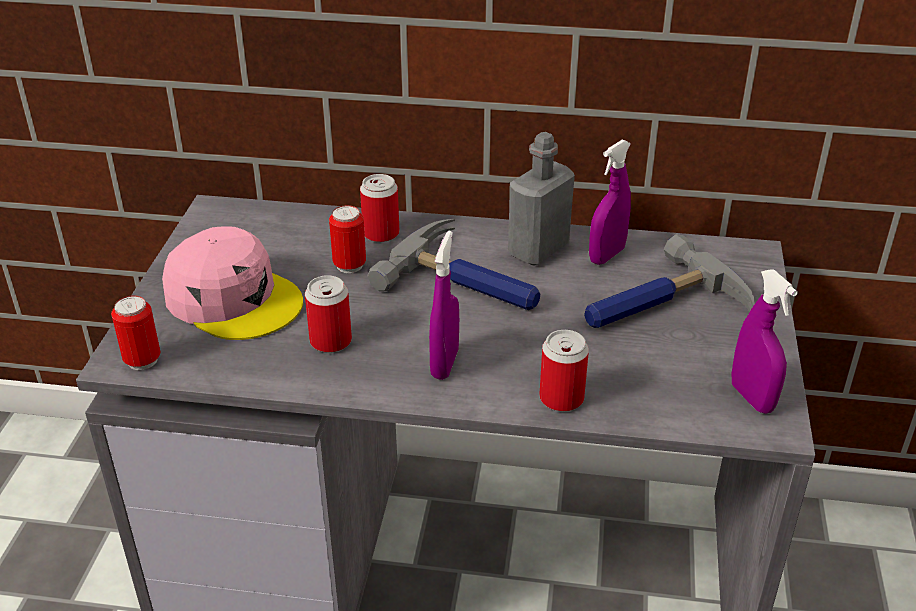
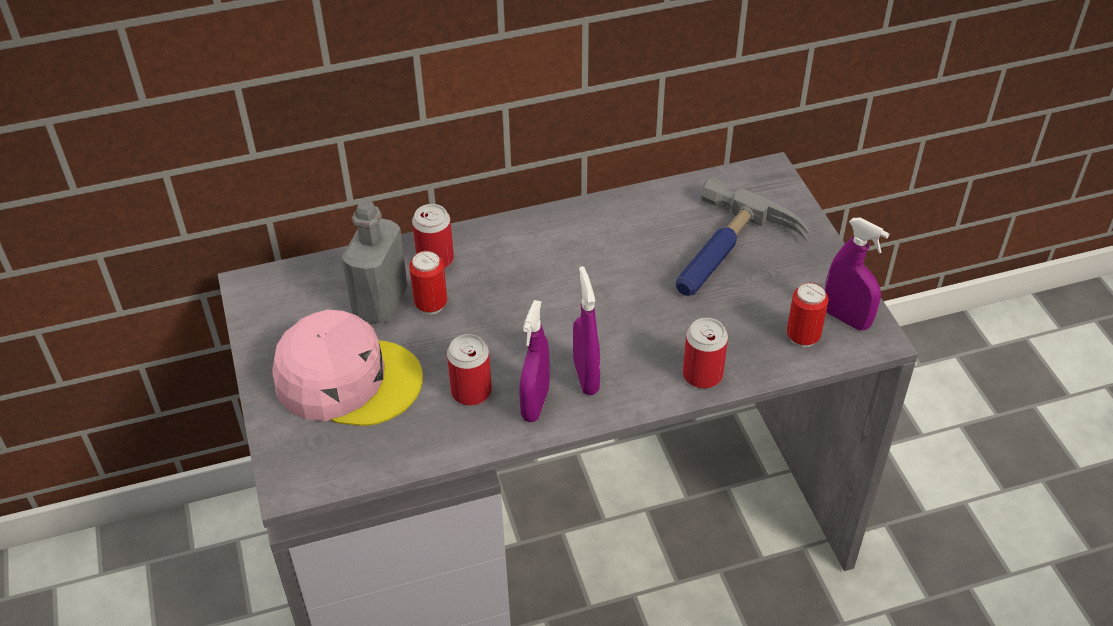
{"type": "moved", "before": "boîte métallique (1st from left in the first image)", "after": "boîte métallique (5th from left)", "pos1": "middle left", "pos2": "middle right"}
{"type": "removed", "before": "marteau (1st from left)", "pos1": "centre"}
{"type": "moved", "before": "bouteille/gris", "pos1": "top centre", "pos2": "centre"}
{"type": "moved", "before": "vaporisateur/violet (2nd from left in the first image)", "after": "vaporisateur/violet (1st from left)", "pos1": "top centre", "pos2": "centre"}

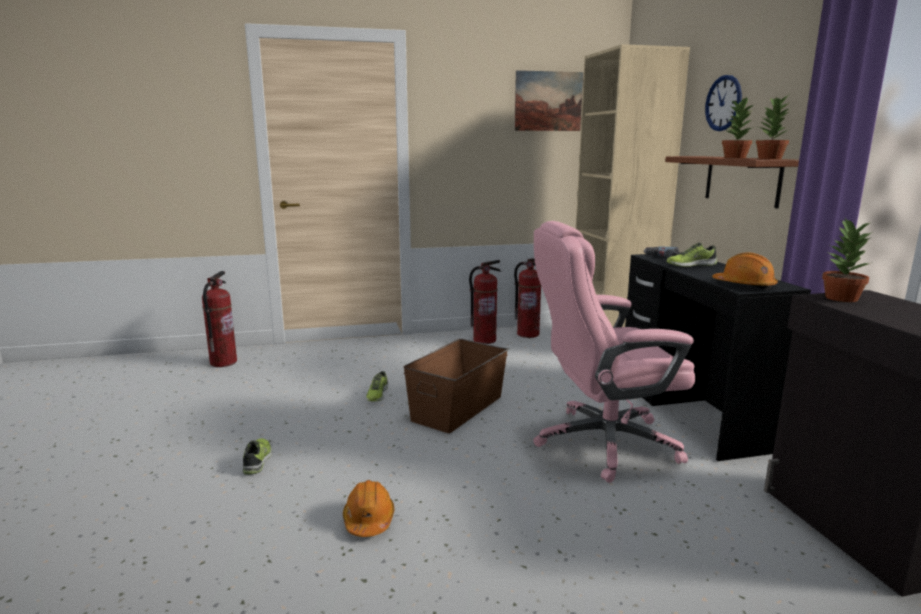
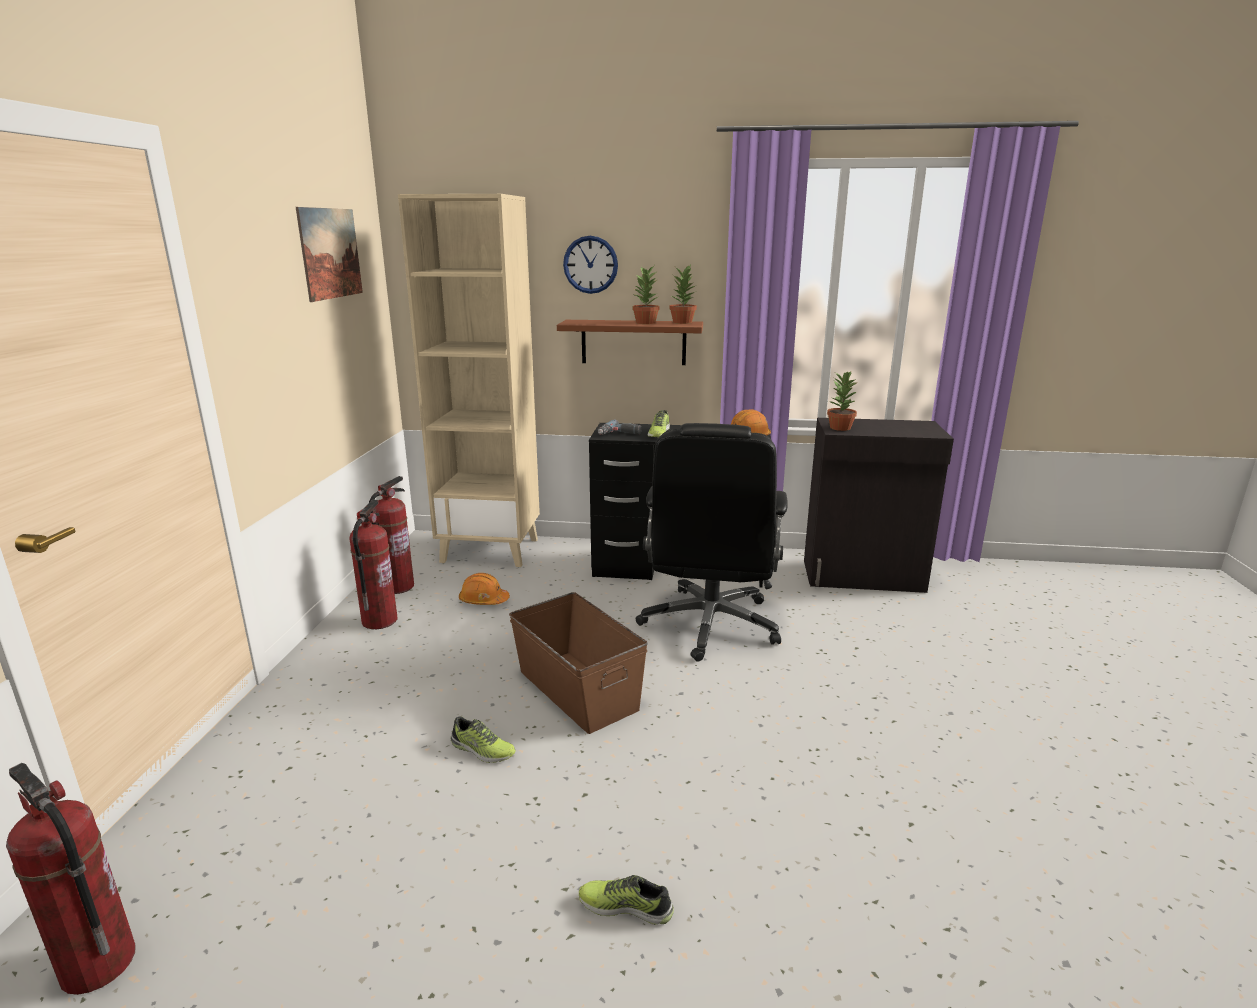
{"type": "moved", "before": "casque de chantier/orange (1st from left)", "pos1": "bottom centre", "pos2": "centre"}
{"type": "recoloured", "before": "chaise de bureau/rose", "after": "chaise de bureau/noir", "pos1": "middle right", "pos2": "centre"}

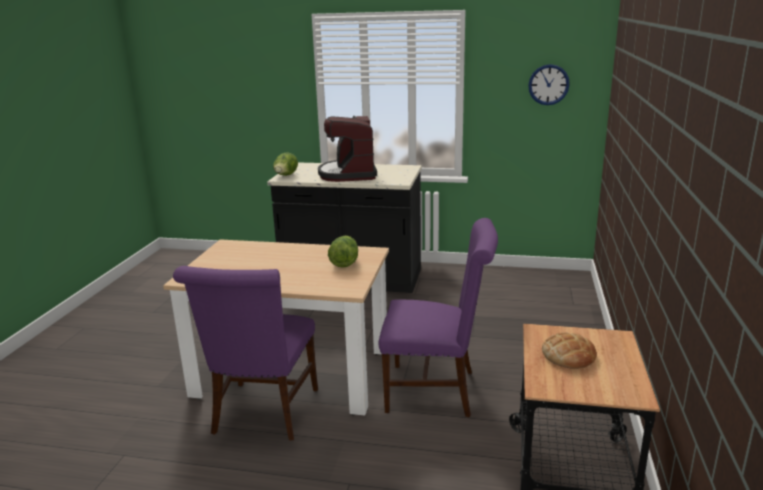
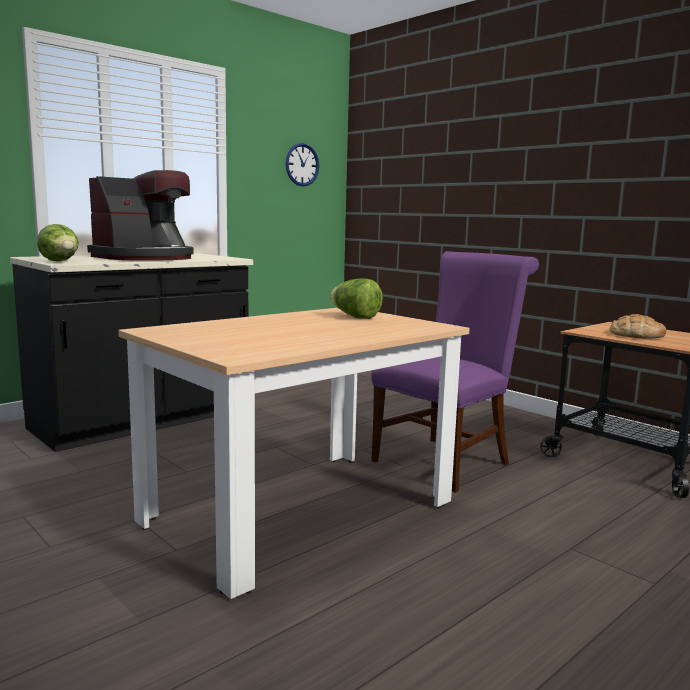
{"type": "removed", "before": "chaise/violet (1st from left)", "pos1": "bottom left"}
{"type": "turned", "before": "machine à café", "pos1": "top centre", "pos2": "top left", "turn": -75}

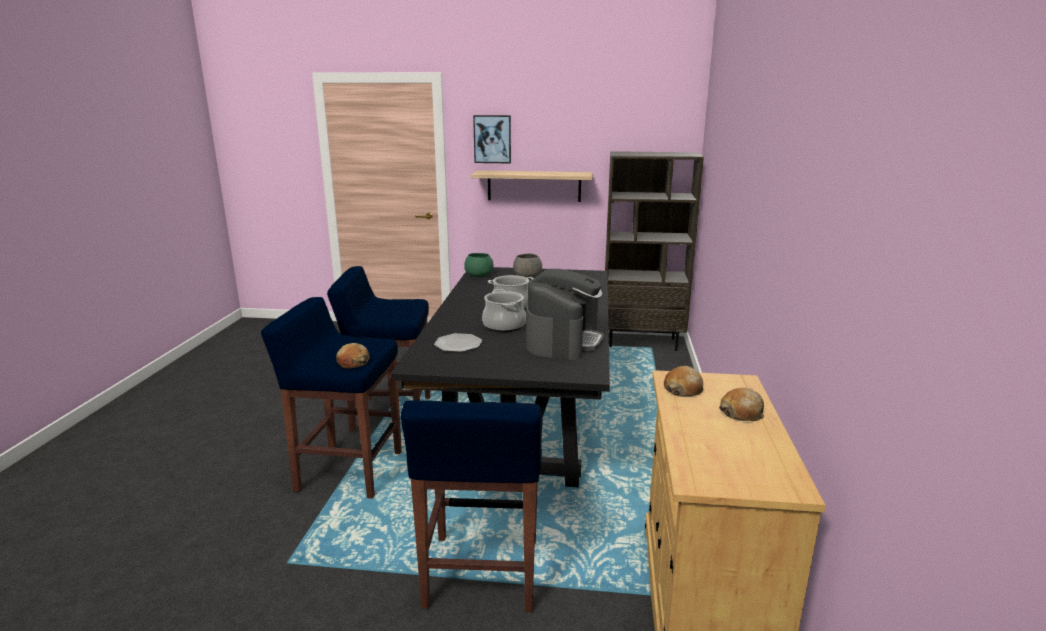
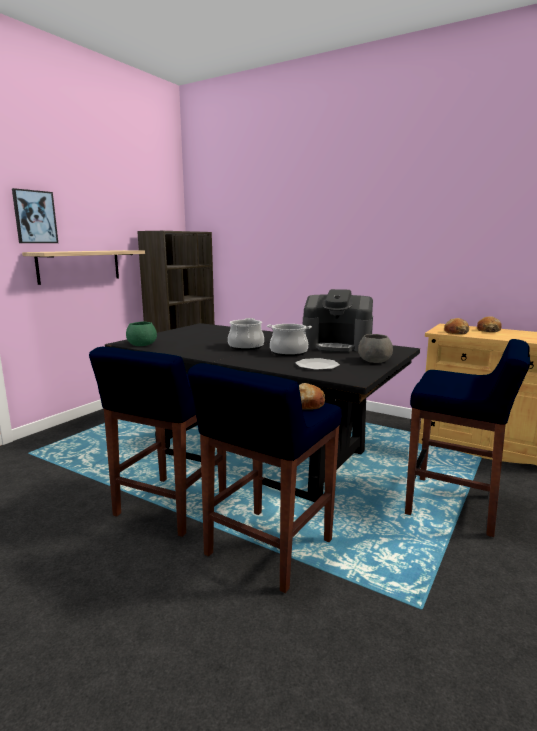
{"type": "moved", "before": "bol/gris", "pos1": "centre", "pos2": "middle right"}
{"type": "turned", "before": "machine à café", "pos1": "centre", "pos2": "centre", "turn": 150}

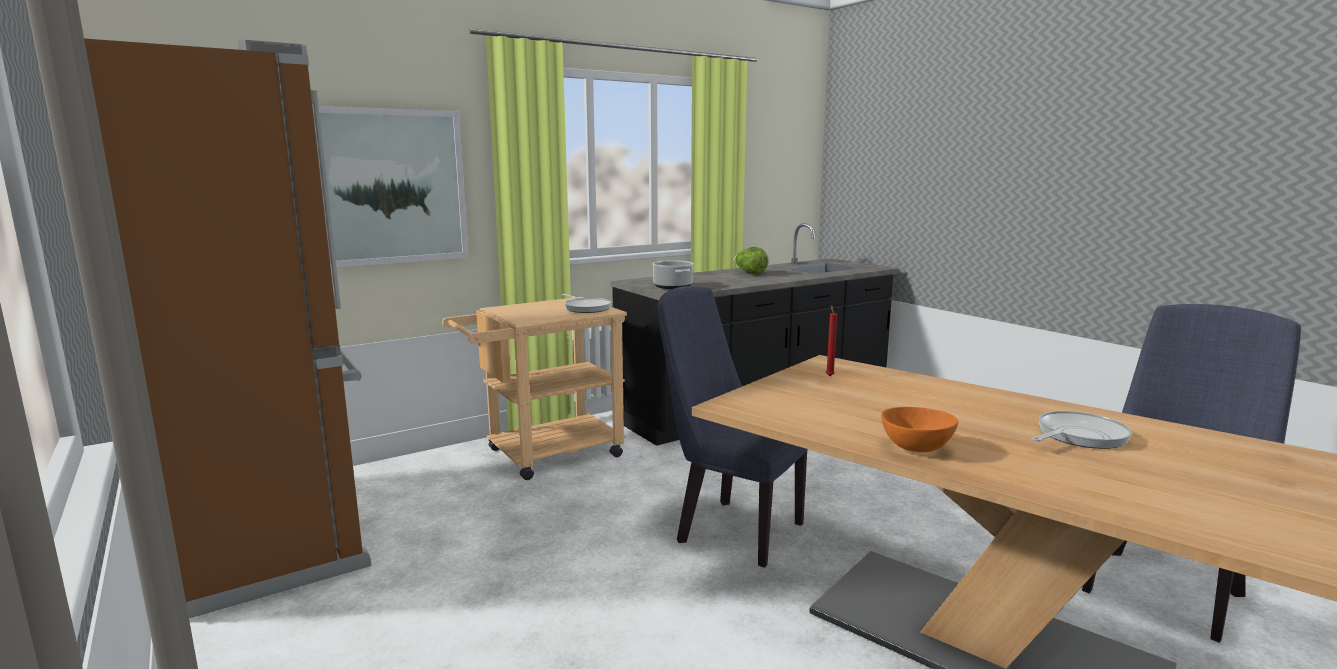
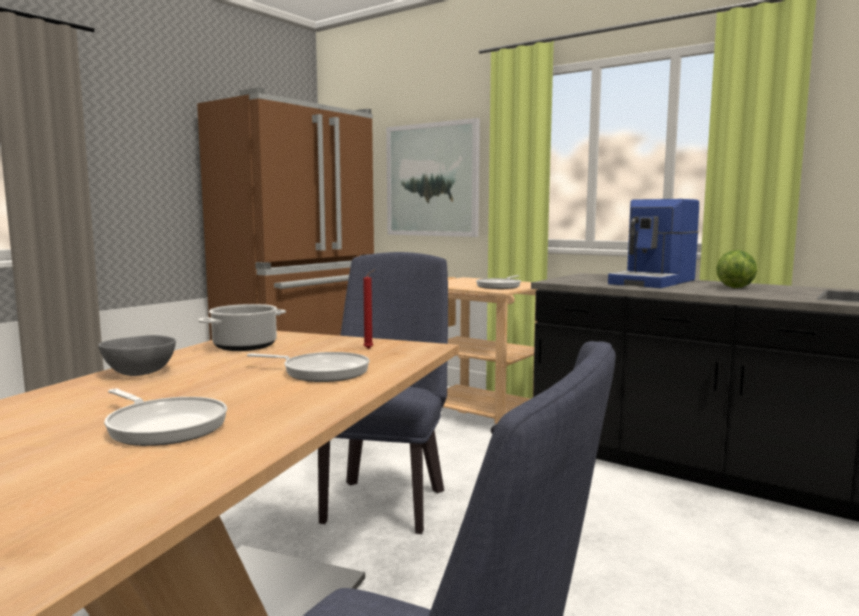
{"type": "moved", "before": "marmite", "pos1": "centre", "pos2": "middle left"}
{"type": "recoloured", "before": "bol/orange", "after": "bol/gris", "pos1": "middle right", "pos2": "middle left"}
{"type": "added", "after": "poêle (2nd from left)", "pos2": "centre"}
{"type": "added", "after": "machine à café", "pos2": "middle right"}

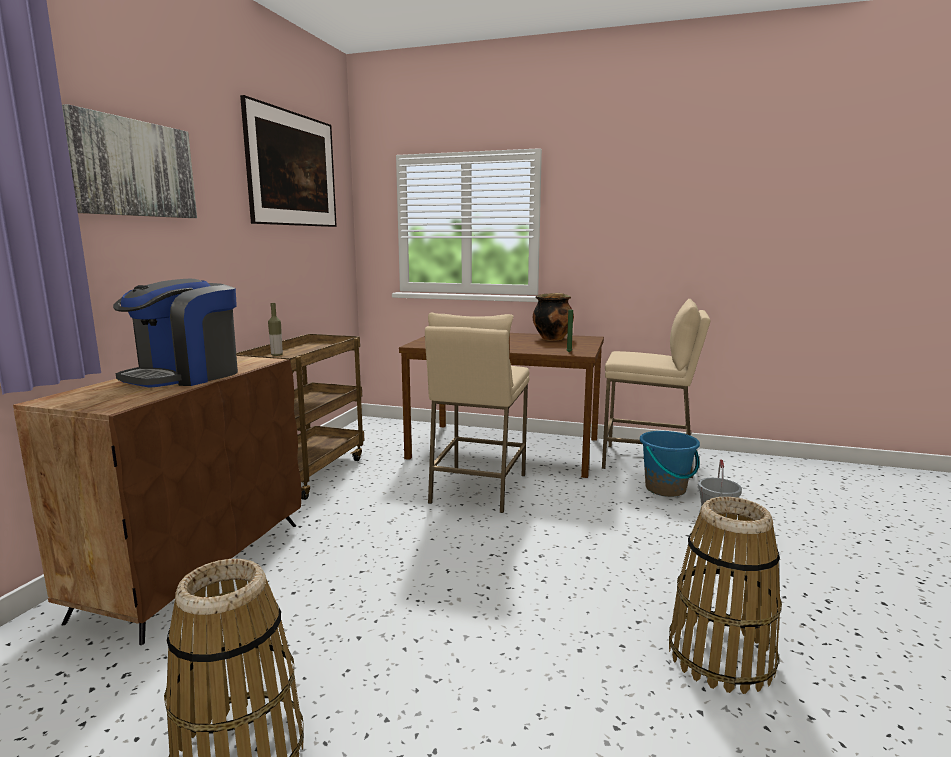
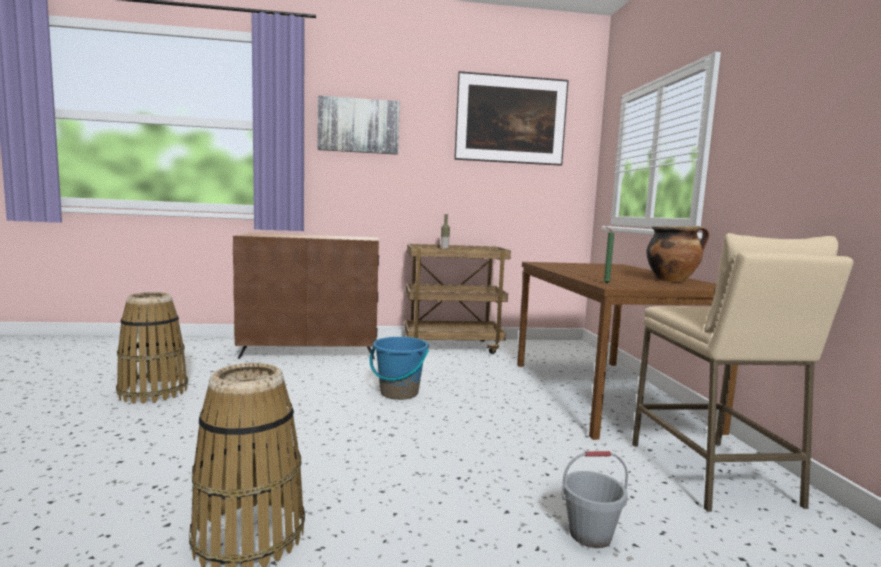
{"type": "removed", "before": "machine à café", "pos1": "middle left"}
{"type": "removed", "before": "tabouret/beige (1st from left)", "pos1": "centre"}
{"type": "moved", "before": "seau/bleu", "pos1": "middle right", "pos2": "centre"}

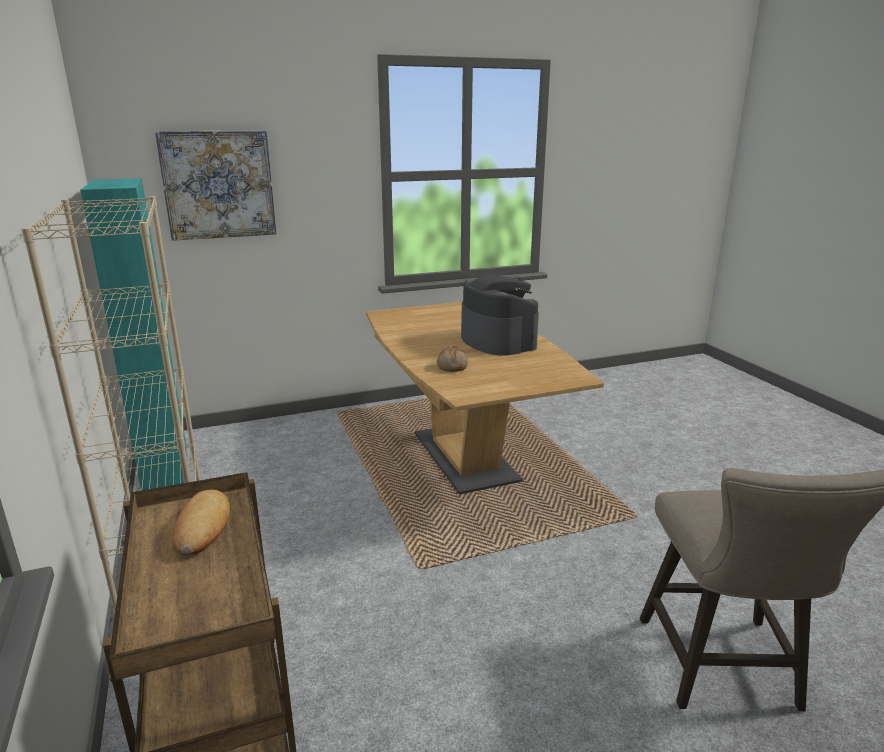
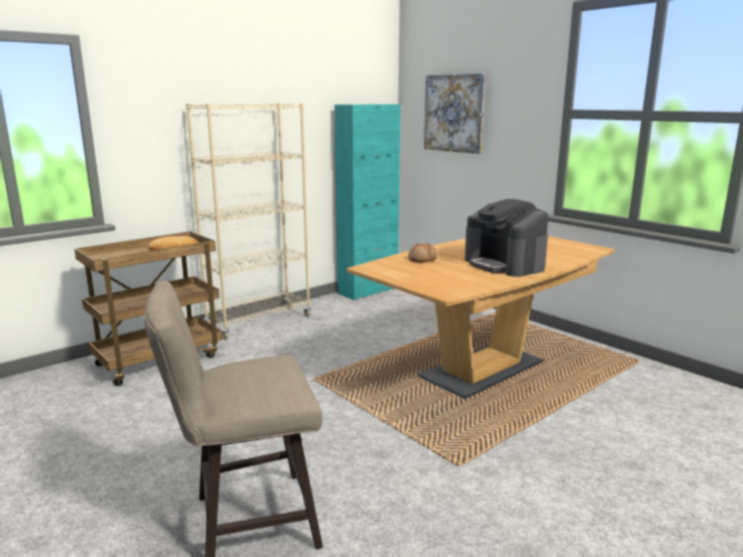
{"type": "turned", "before": "machine à café", "pos1": "centre", "pos2": "middle right", "turn": 105}

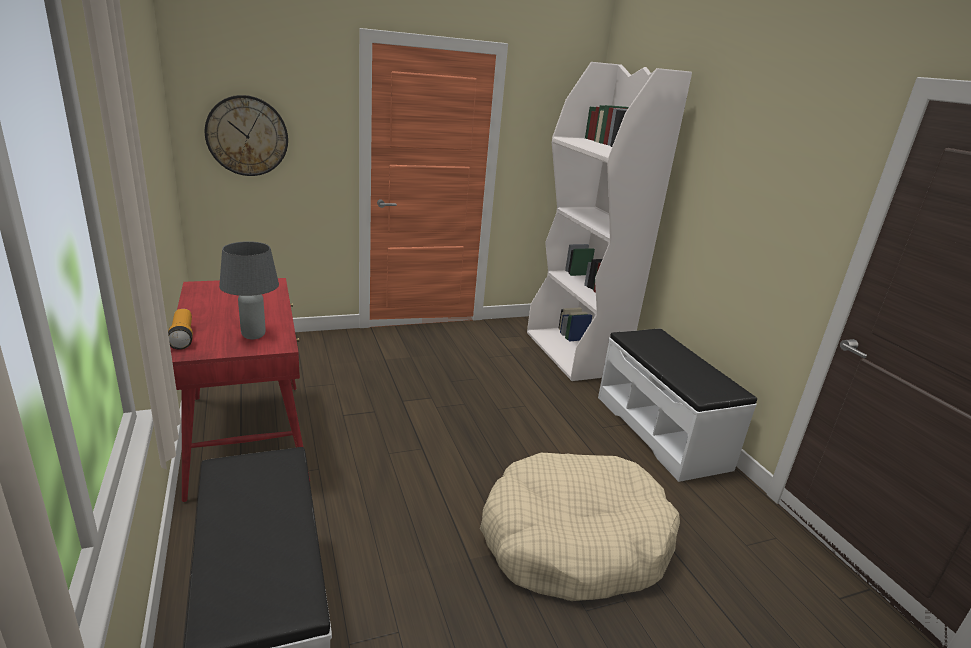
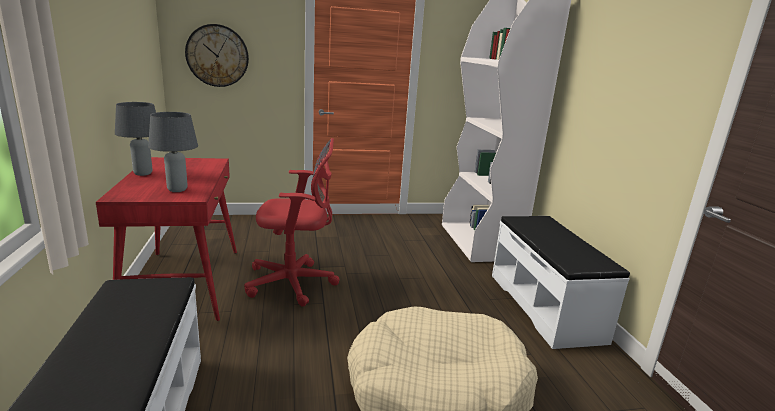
{"type": "removed", "before": "lampe de poche", "pos1": "middle left"}
{"type": "added", "after": "lampe de table/gris (1st from left)", "pos2": "middle left"}
{"type": "added", "after": "chaise de bureau/rouge", "pos2": "centre"}

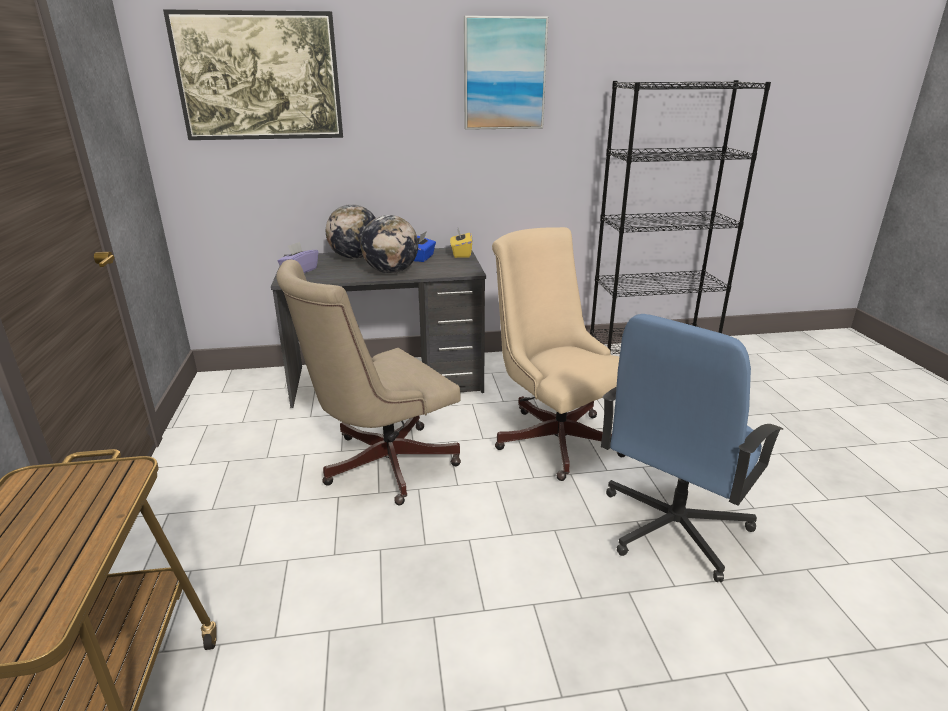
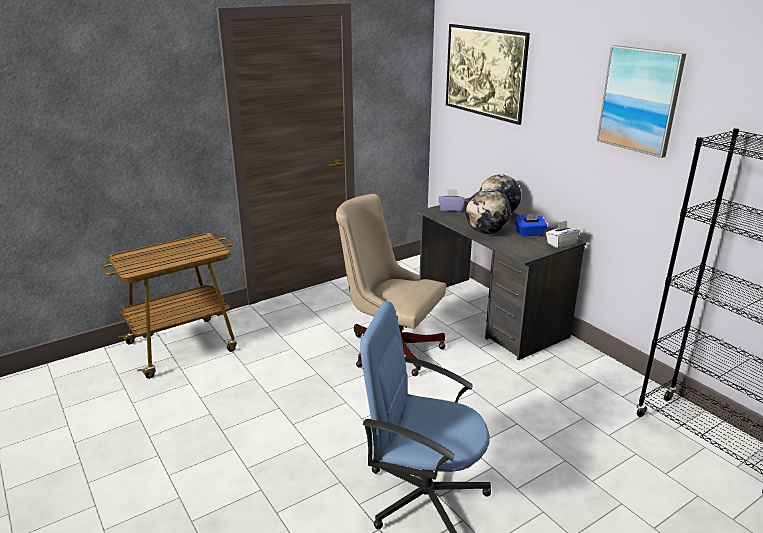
{"type": "recoloured", "before": "boîte à mouchoirs/jaune", "after": "boîte à mouchoirs/blanc", "pos1": "centre", "pos2": "middle right"}
{"type": "removed", "before": "chaise de bureau/beige (2nd from left)", "pos1": "centre"}

